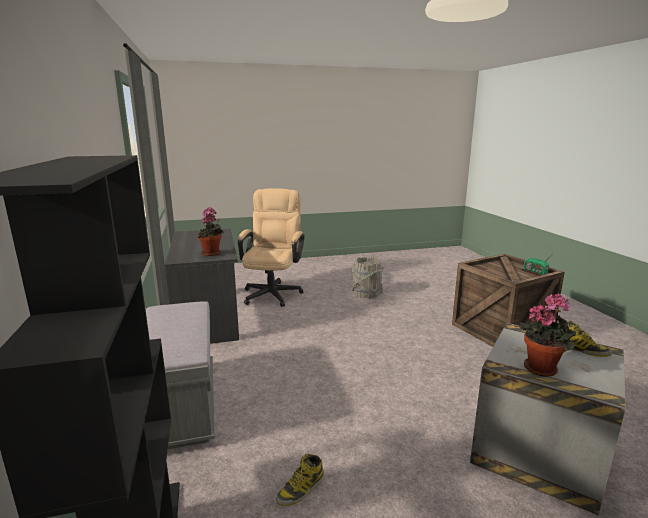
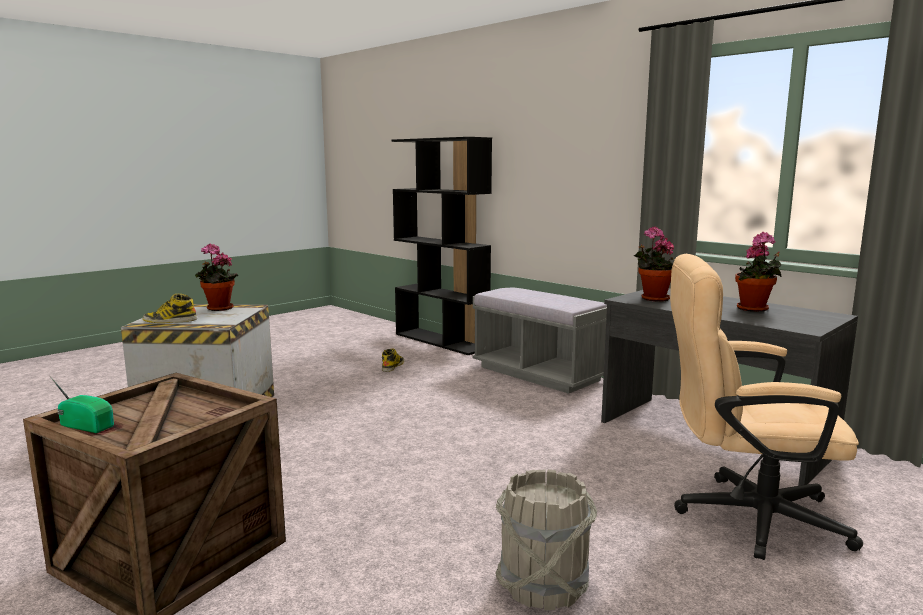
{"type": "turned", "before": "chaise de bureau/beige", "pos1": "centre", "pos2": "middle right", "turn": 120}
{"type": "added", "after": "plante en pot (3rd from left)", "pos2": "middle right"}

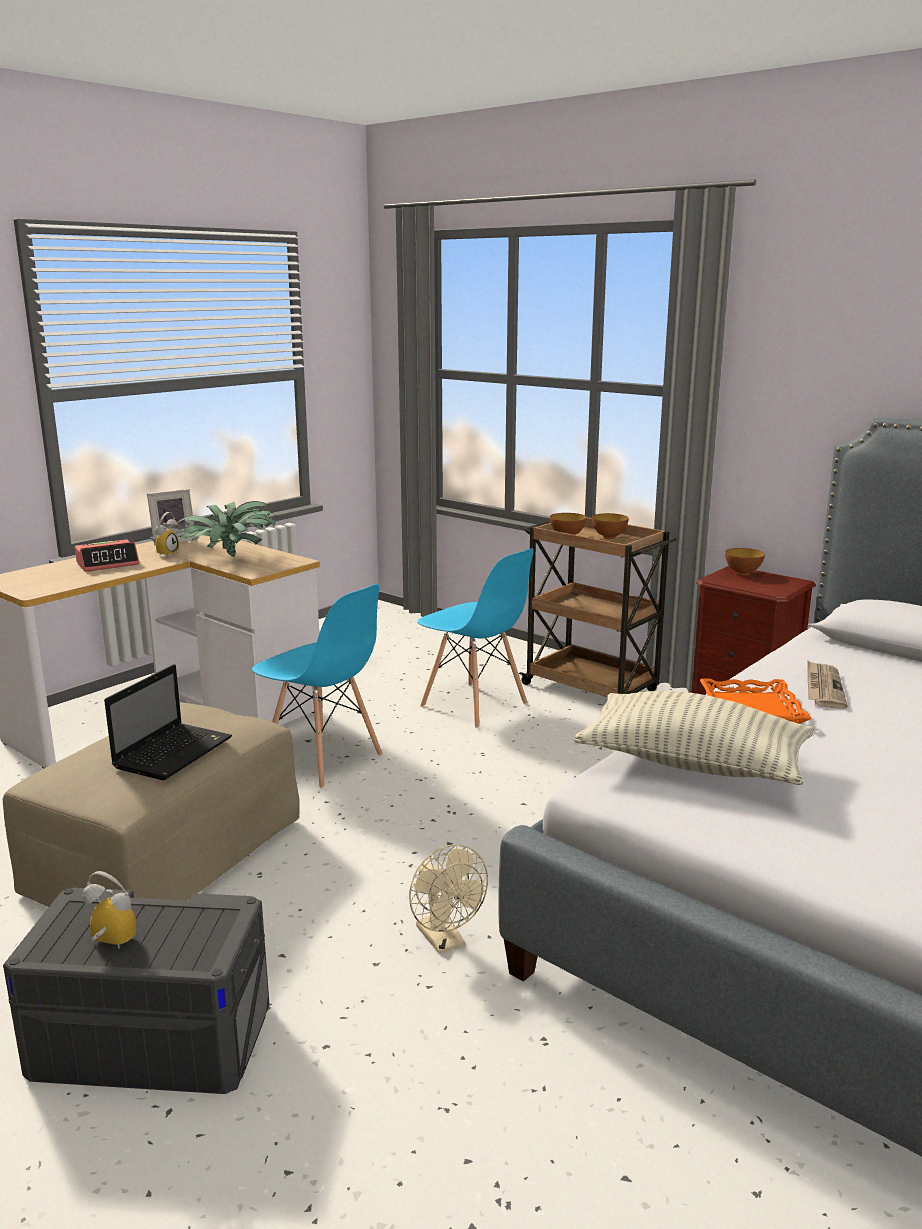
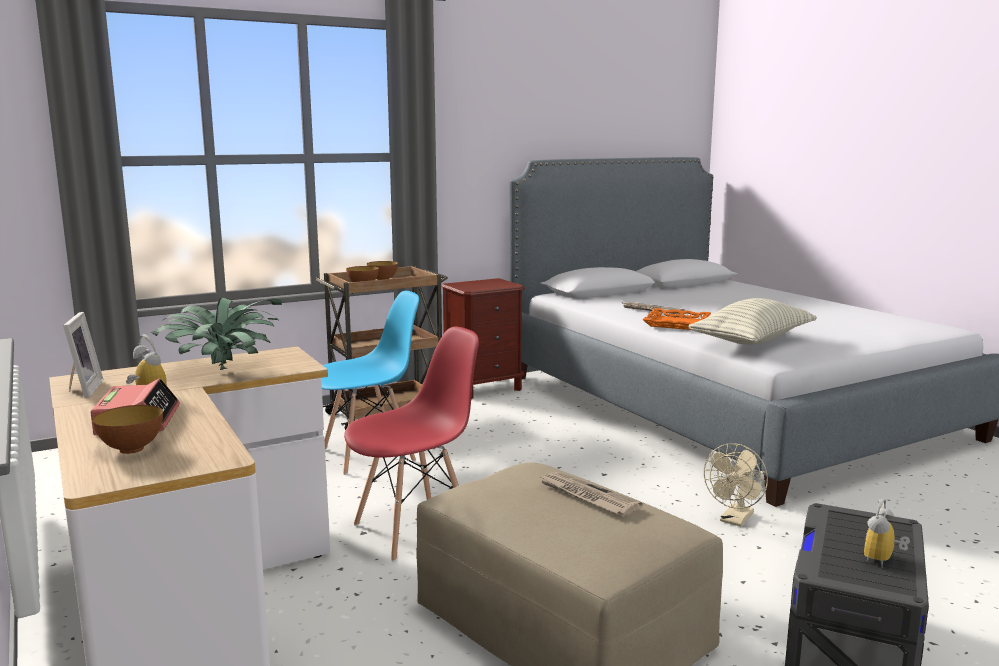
{"type": "replaced", "before": "ordinateur portable", "after": "journal (1st from left)", "pos1": "middle left", "pos2": "bottom centre"}
{"type": "recoloured", "before": "chaise/bleu (1st from left)", "after": "chaise/rouge", "pos1": "centre", "pos2": "bottom centre"}
{"type": "turned", "before": "ventilateur/beige", "pos1": "bottom centre", "pos2": "bottom right", "turn": 135}
{"type": "moved", "before": "bol (3rd from left in the first image)", "after": "bol (1st from left)", "pos1": "middle right", "pos2": "middle left"}

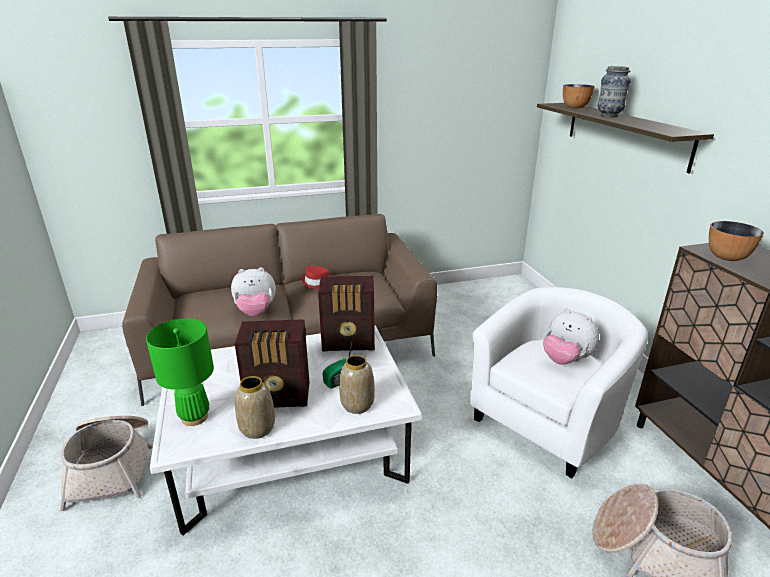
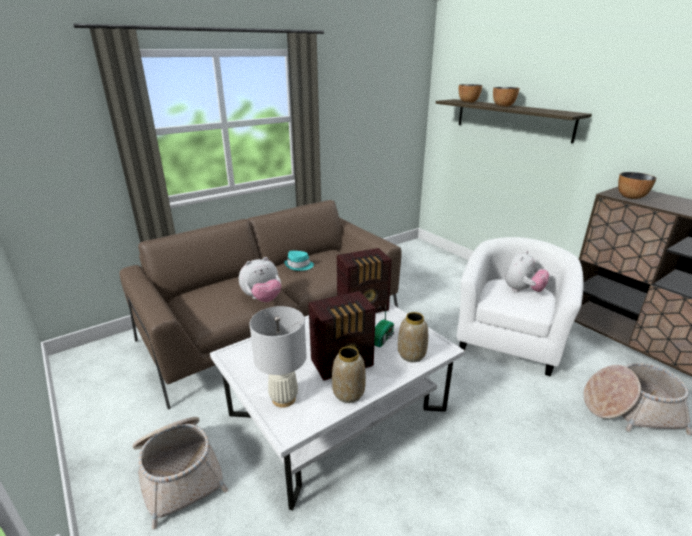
{"type": "recoloured", "before": "lampe de table/vert", "after": "lampe de table/blanc", "pos1": "middle left", "pos2": "centre"}
{"type": "recoloured", "before": "chapeau/rouge", "after": "chapeau/turquoise", "pos1": "centre", "pos2": "centre"}
{"type": "turned", "before": "peluche (2nd from left)", "pos1": "middle right", "pos2": "middle right", "turn": -75}
{"type": "replaced", "before": "vase (3rd from left)", "after": "bol (2nd from left)", "pos1": "top right", "pos2": "top right"}

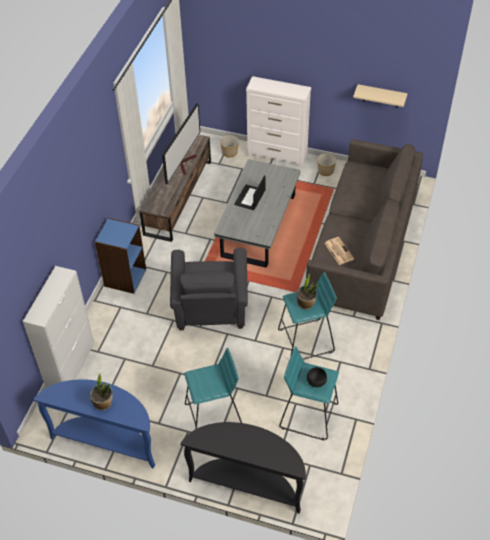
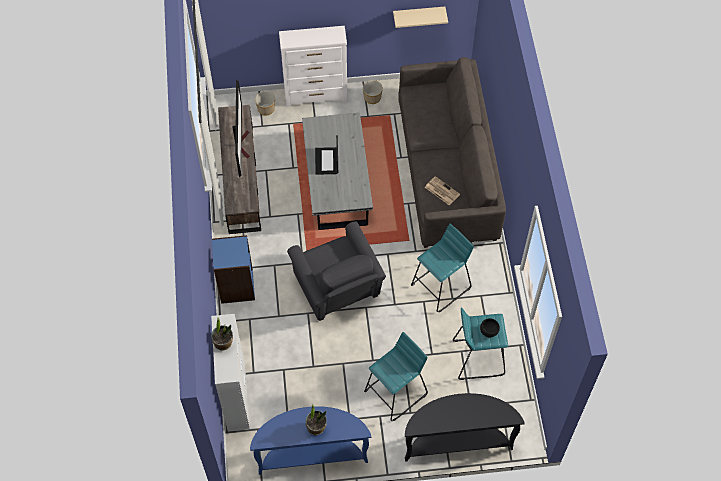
{"type": "moved", "before": "plante en pot (2nd from left in the first image)", "after": "plante en pot (1st from left)", "pos1": "centre", "pos2": "bottom left"}

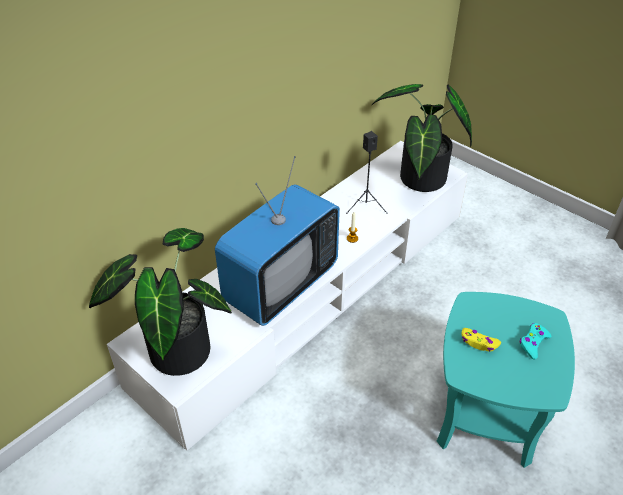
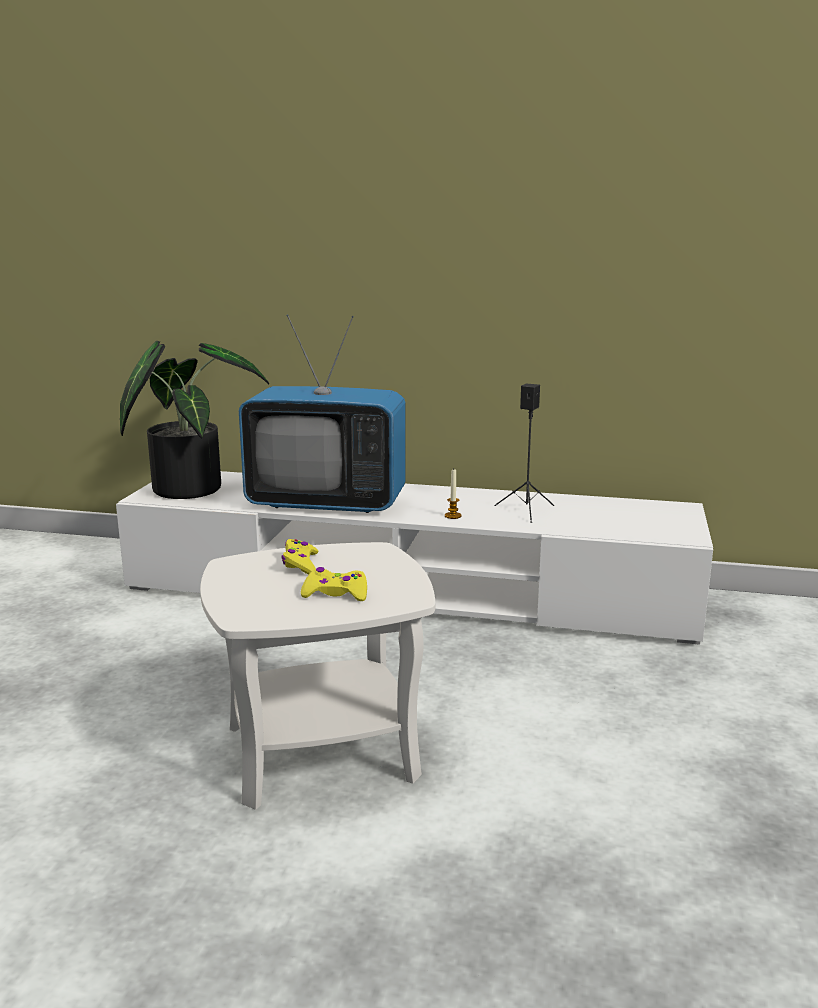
{"type": "removed", "before": "plante en pot (2nd from left)", "pos1": "top right"}
{"type": "recoloured", "before": "table d'appoint/turquoise", "after": "table d'appoint/blanc", "pos1": "bottom right", "pos2": "bottom centre"}
{"type": "recoloured", "before": "manette/turquoise", "after": "manette/jaune (2nd from left)", "pos1": "bottom right", "pos2": "centre"}

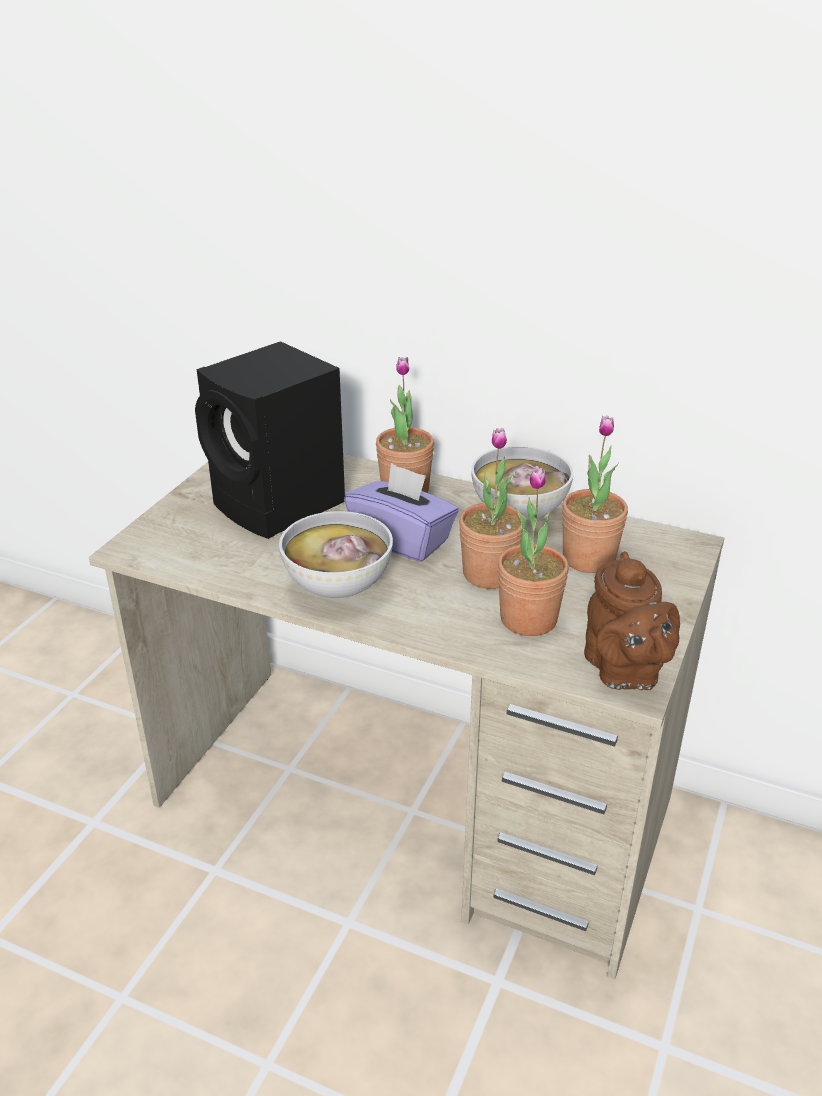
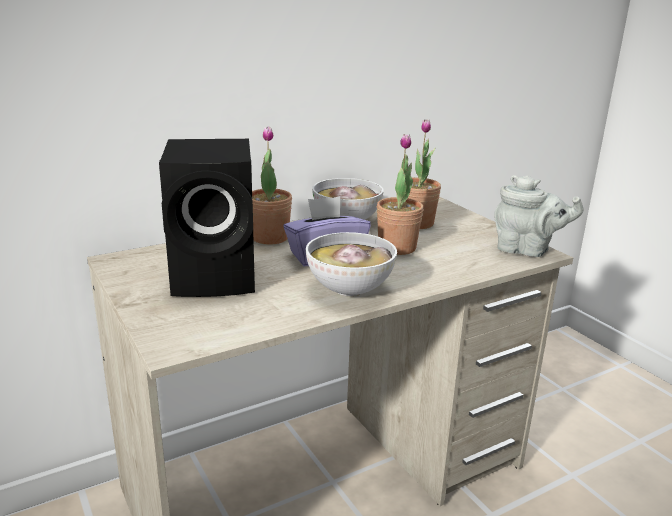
{"type": "removed", "before": "plante en pot (3rd from left)", "pos1": "centre"}
{"type": "recoloured", "before": "théière/marron", "after": "théière/gris", "pos1": "middle right", "pos2": "middle right"}

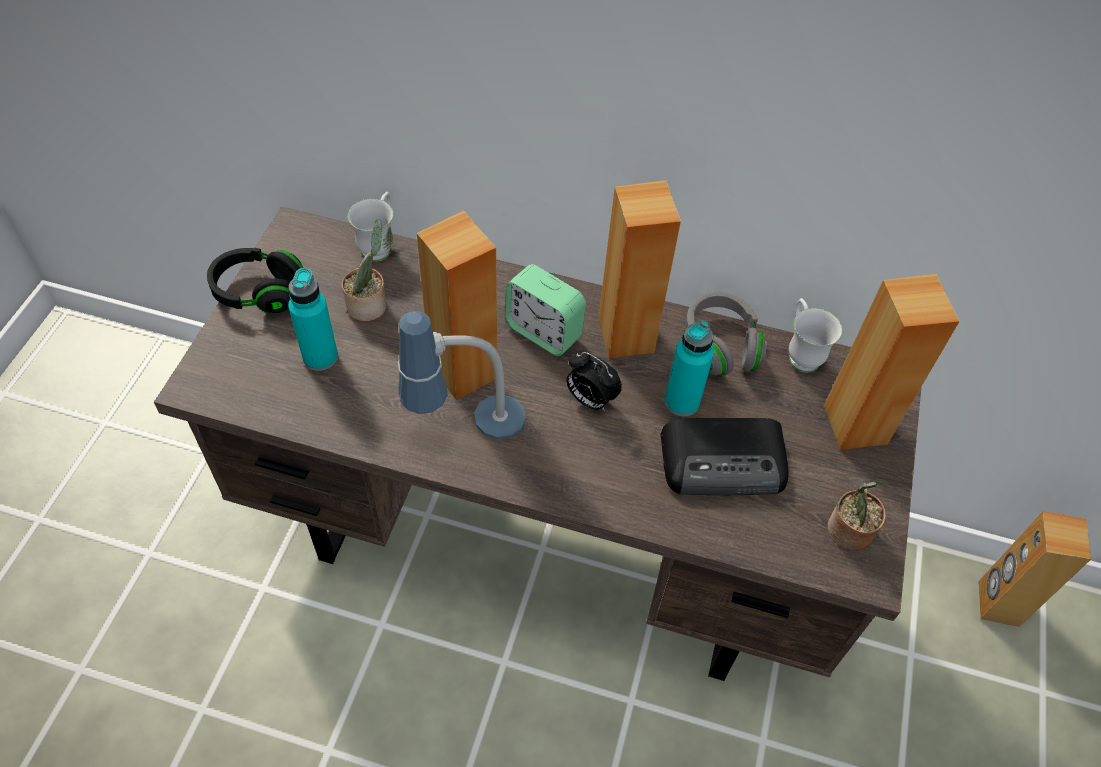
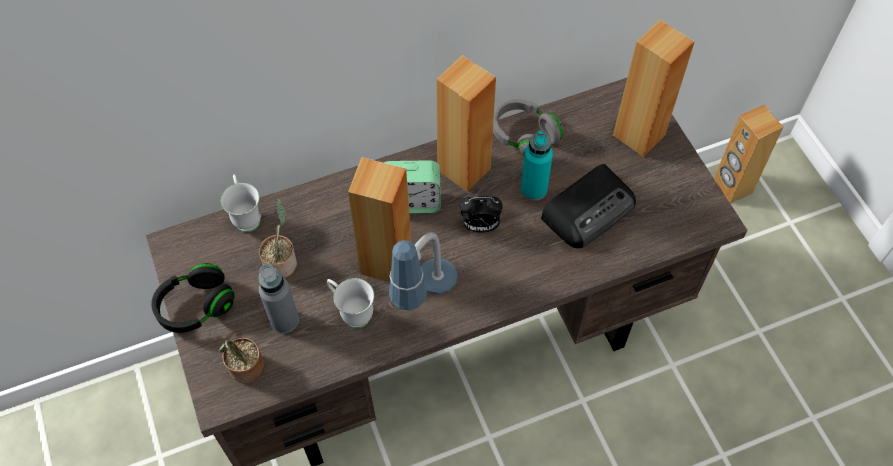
{"type": "recoloured", "before": "bouteille/turquoise (1st from left)", "after": "bouteille/gris", "pos1": "middle left", "pos2": "middle left"}
{"type": "moved", "before": "mug/blanc (2nd from left)", "pos1": "middle right", "pos2": "centre"}
{"type": "moved", "before": "plante en pot (2nd from left in the first image)", "after": "plante en pot (1st from left)", "pos1": "bottom right", "pos2": "bottom left"}

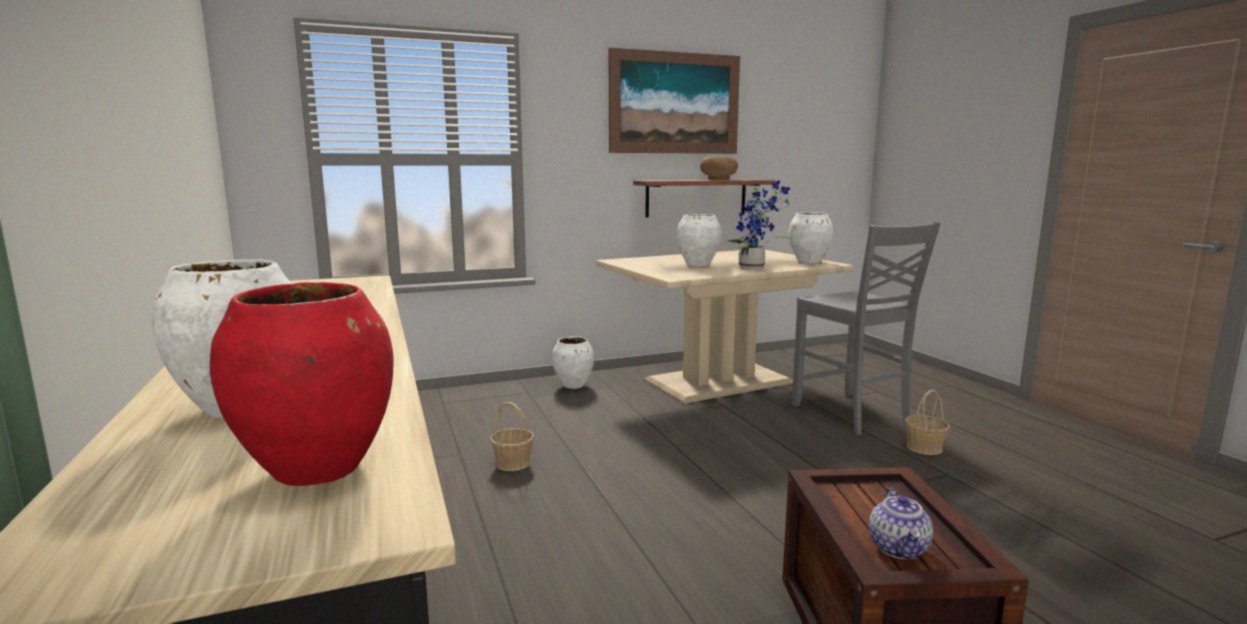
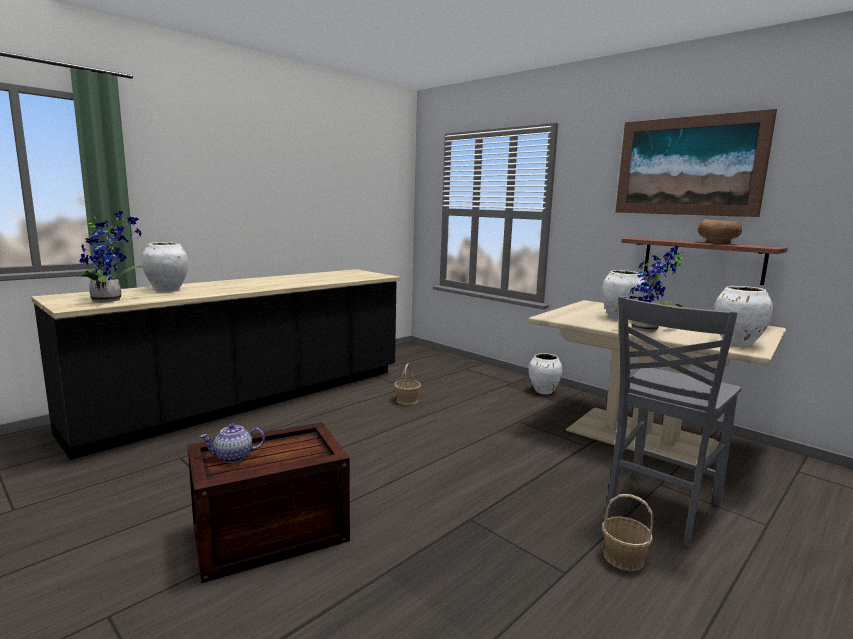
{"type": "replaced", "before": "vase/rouge", "after": "plante en pot (1st from left)", "pos1": "middle left", "pos2": "middle left"}

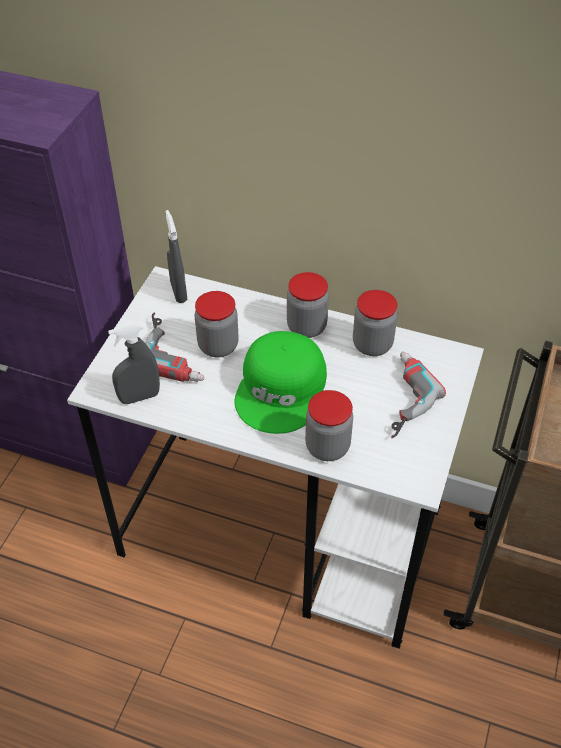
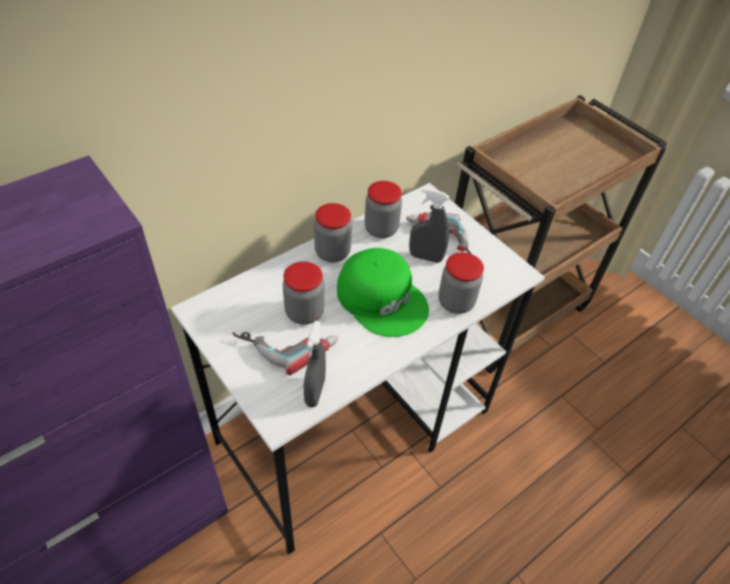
{"type": "moved", "before": "vaporisateur/gris (2nd from left)", "pos1": "middle left", "pos2": "centre"}

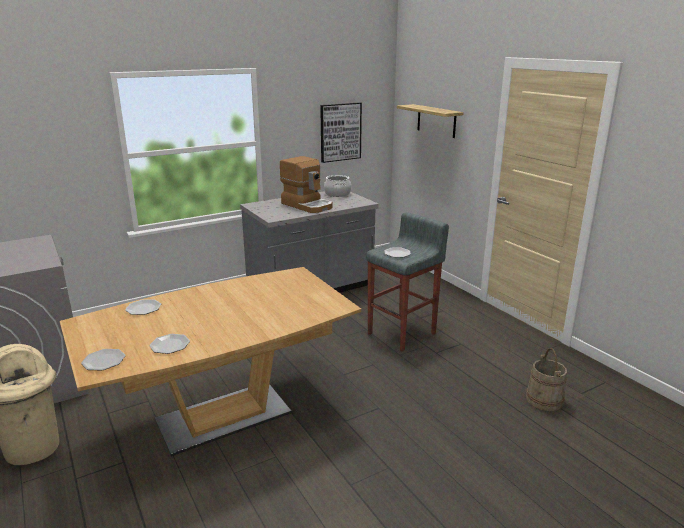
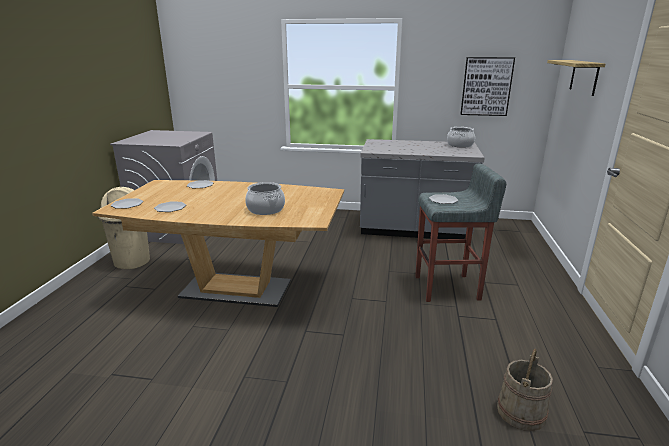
{"type": "removed", "before": "machine à café", "pos1": "centre"}
{"type": "added", "after": "marmite (1st from left)", "pos2": "centre"}

